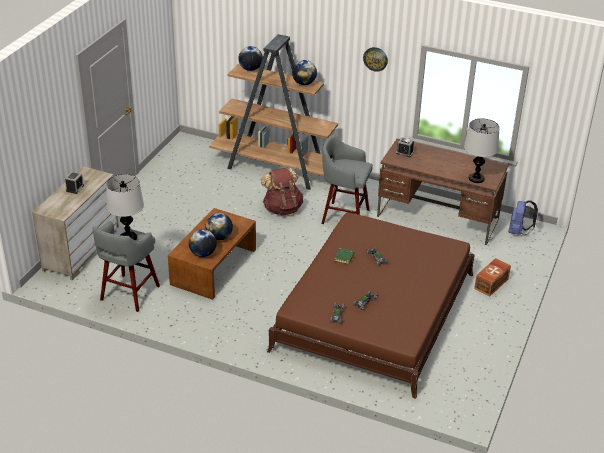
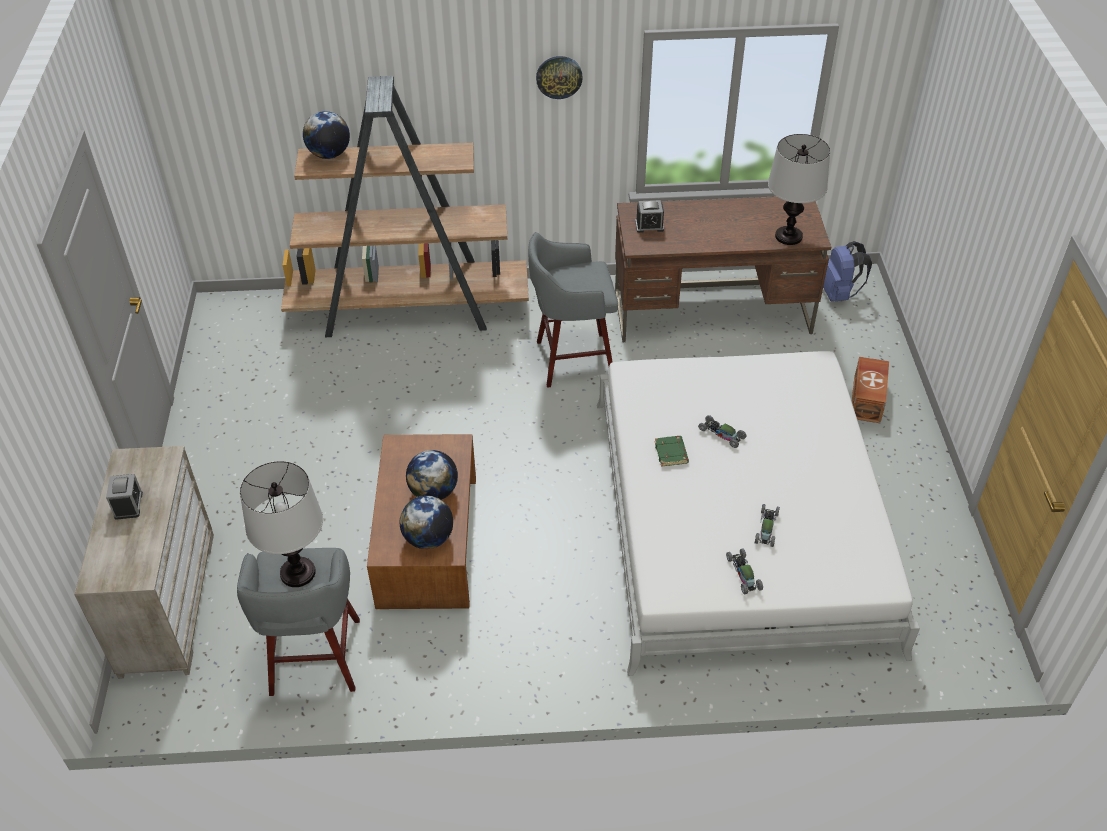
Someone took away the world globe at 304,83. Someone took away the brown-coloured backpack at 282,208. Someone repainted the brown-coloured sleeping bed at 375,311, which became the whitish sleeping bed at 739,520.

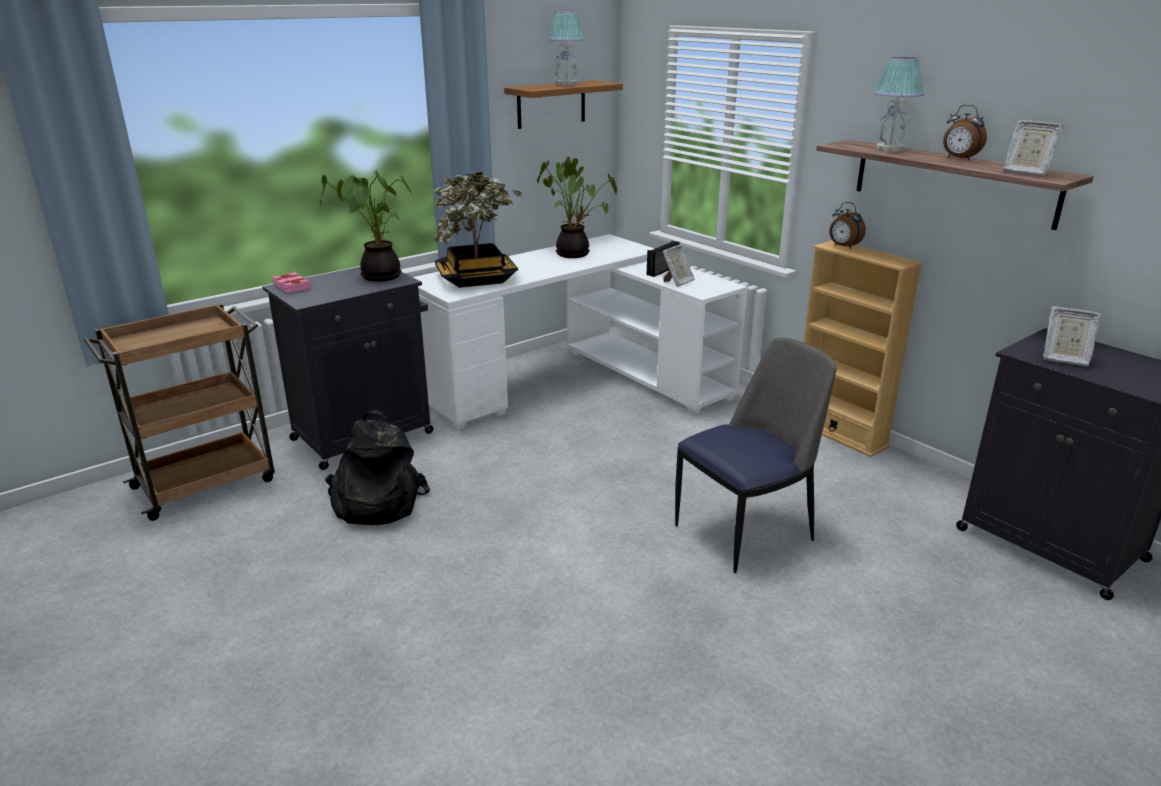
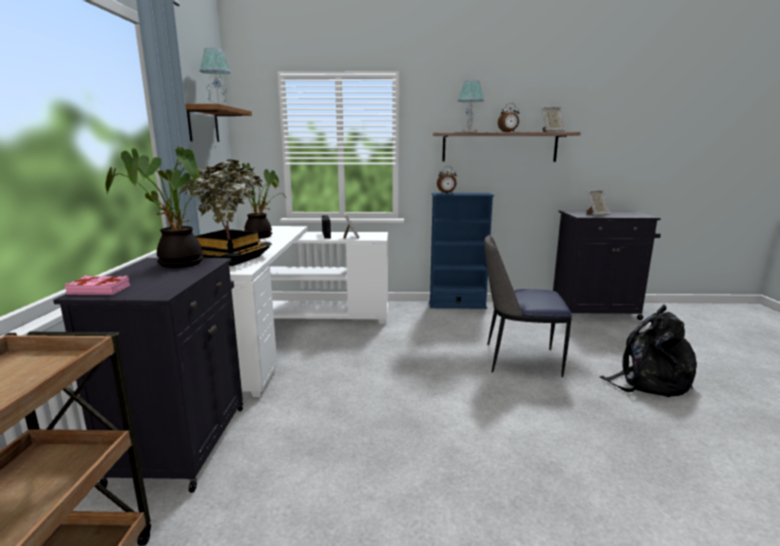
Someone repainted the beige-coloured shelving unit at 839,434, which became the bluish shelving unit at 457,305. Someone rotated the plain chair at 746,531 by 90 degrees counterclockwise. Someone carried the blackish backpack from 375,503 to 648,381.

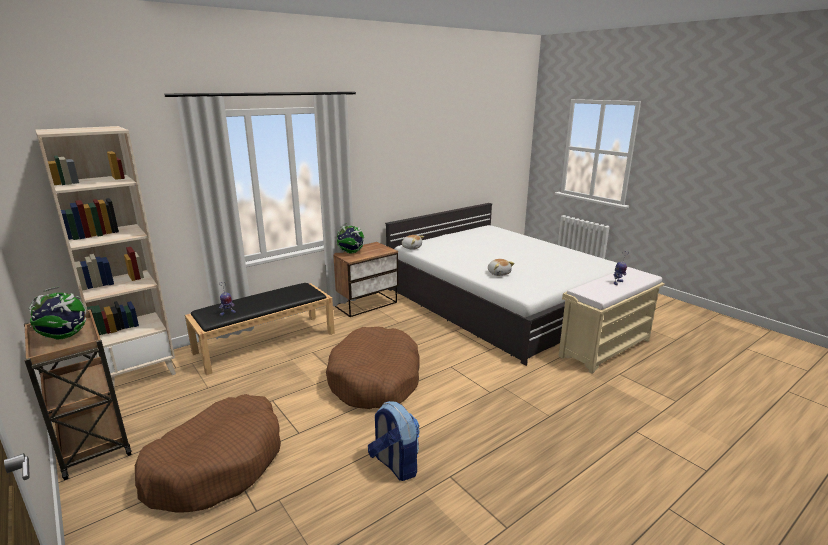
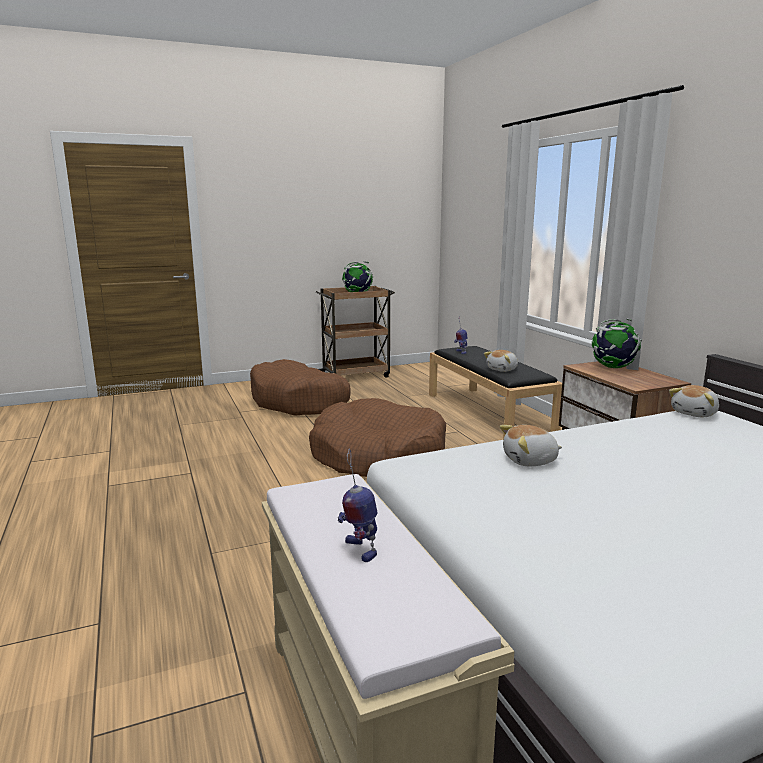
Someone took away the beige-coloured shelving unit at 139,372. Someone took away the backpack at 395,465. Someone put down the soft toy at 503,369.

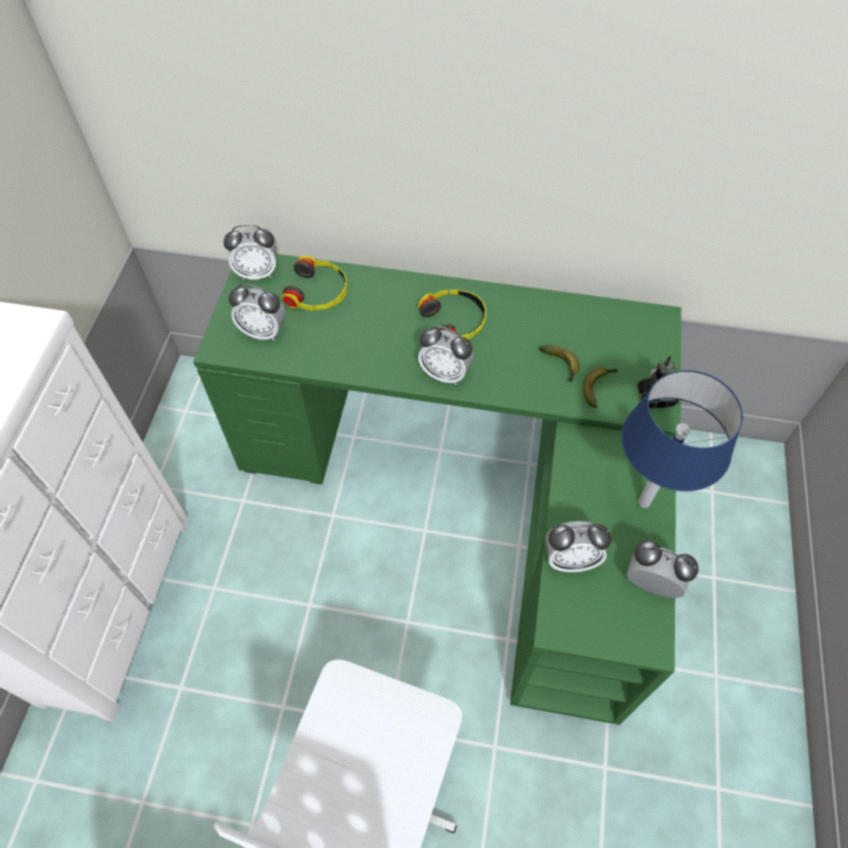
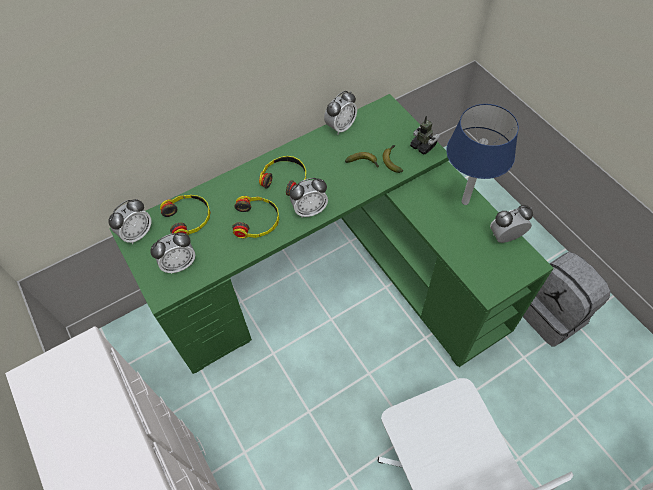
Someone carried the table clock from 570,559 to 340,127. Someone put down the headphones at 257,221. Someone put down the grey backpack at 552,314.

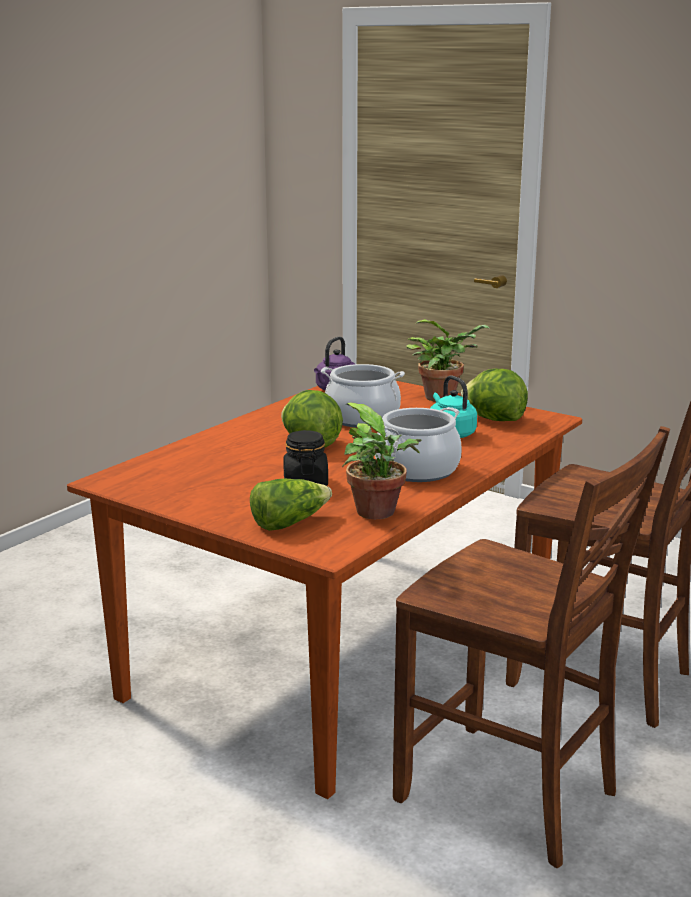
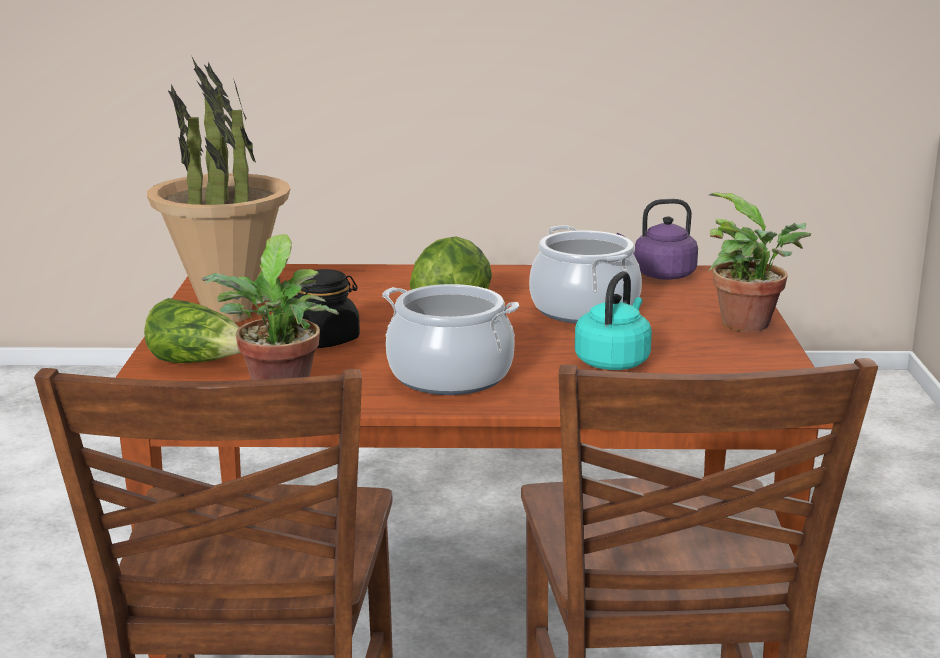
Someone took away the head of lettuce at 494,419. Someone put down the houseplant at 228,316.

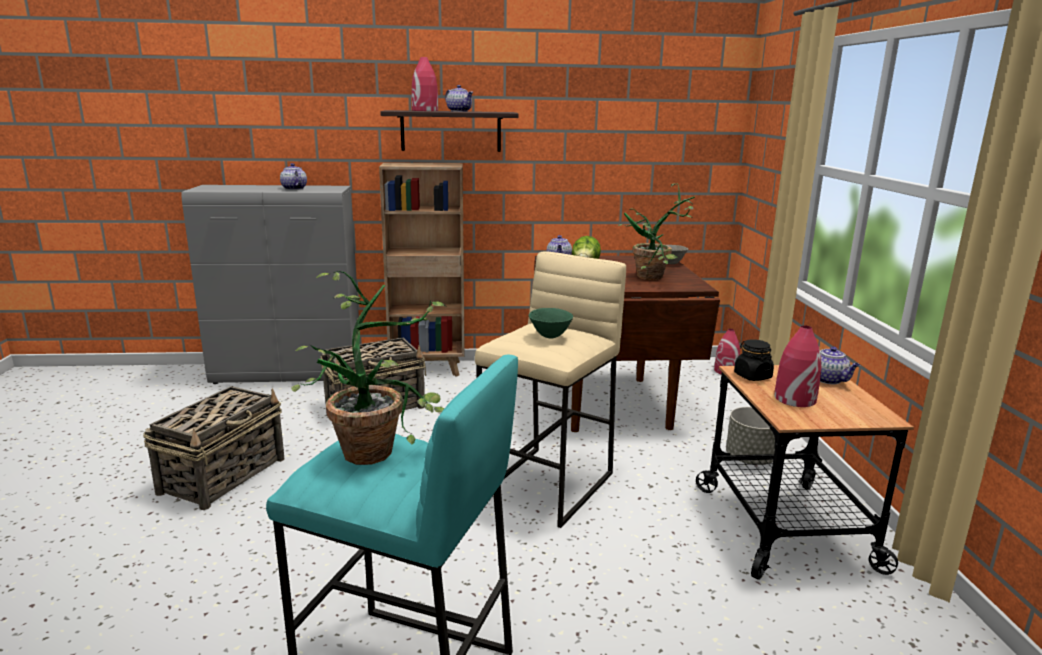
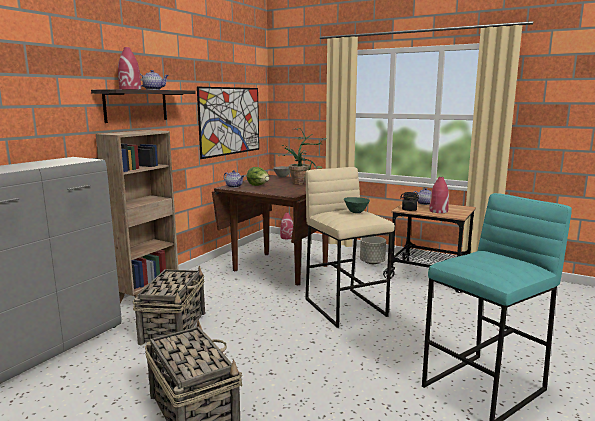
Someone took away the tea pot at 293,188. Someone took away the houseplant at 378,447. Someone put up the wall art at 230,121.

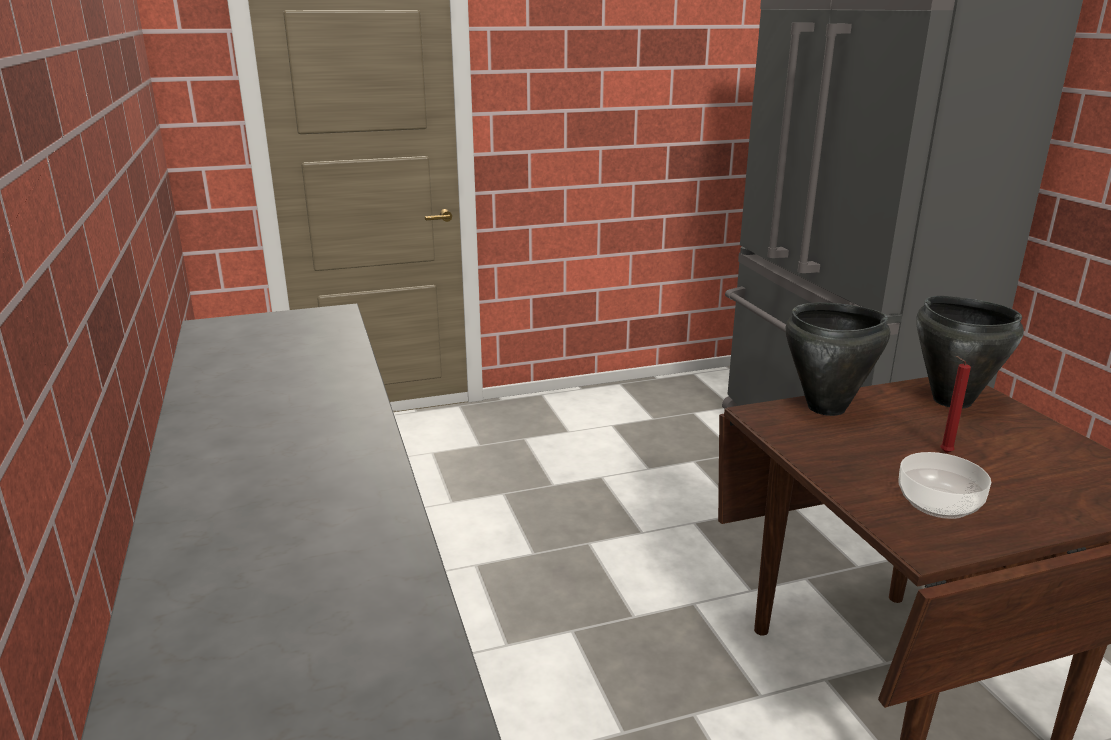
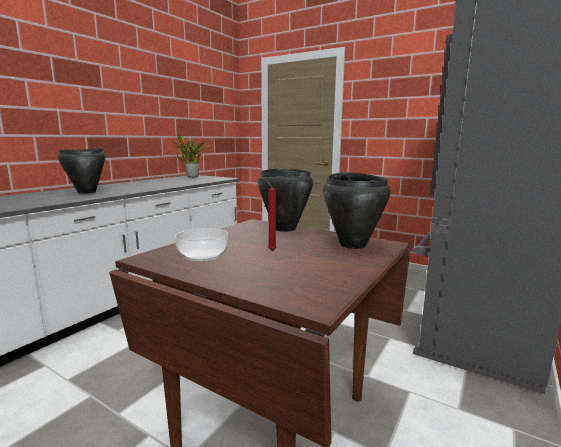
Someone put down the houseplant at 191,177. Someone put down the blackish saucepot at 87,192.

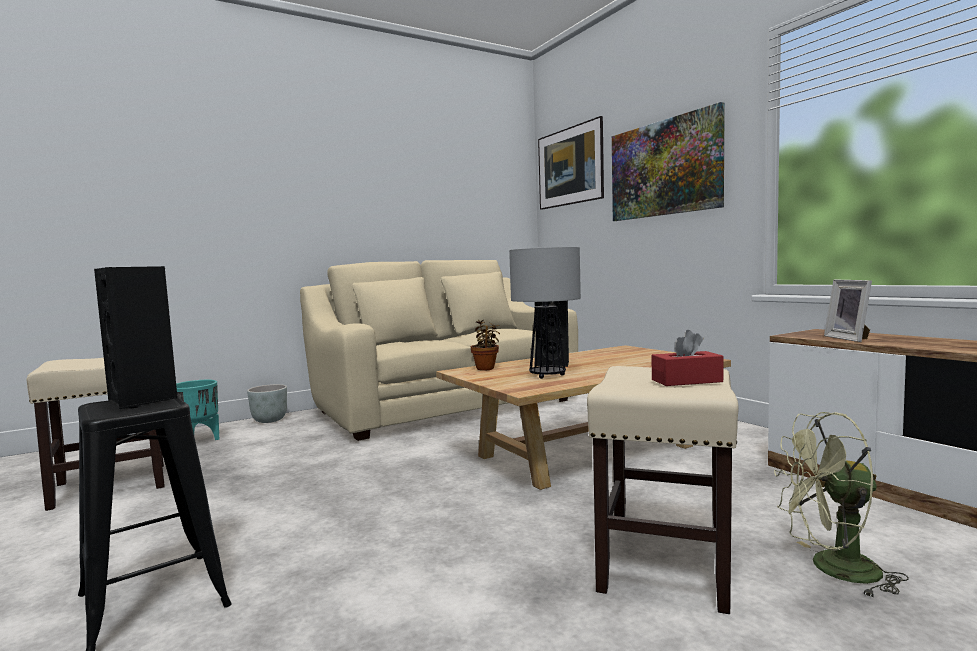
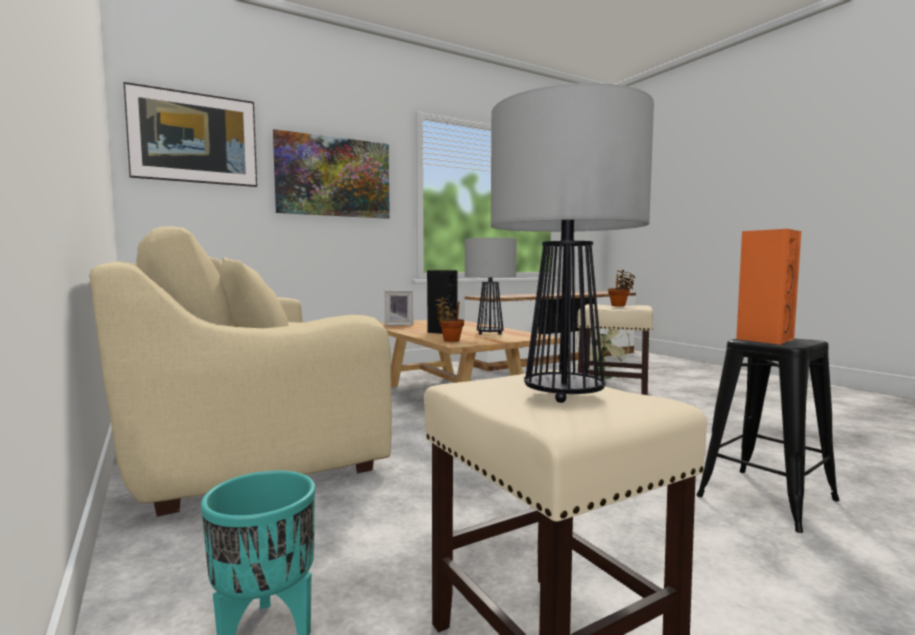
Someone repainted the blackish speaker at 143,400, which became the orange speaker at 764,340. Someone carried the standing frame from 850,338 to 399,324. Someone swapped the reddish tissue box at 686,381 for the houseplant at 619,306. Someone took away the grey plant pot at 270,420. Someone put down the table lamp at 562,394.

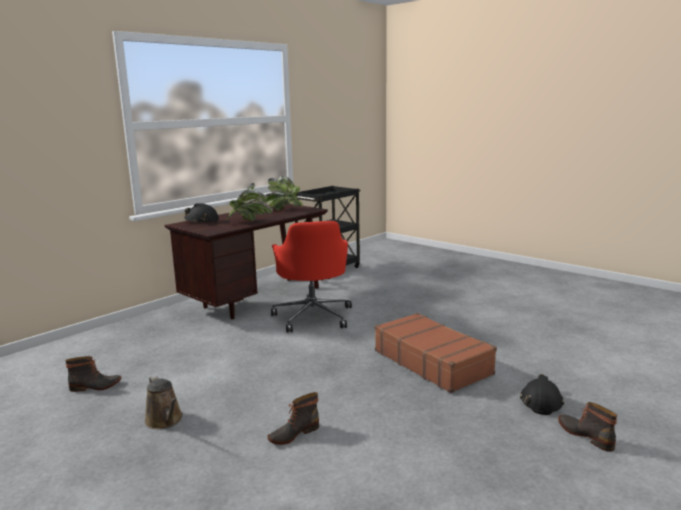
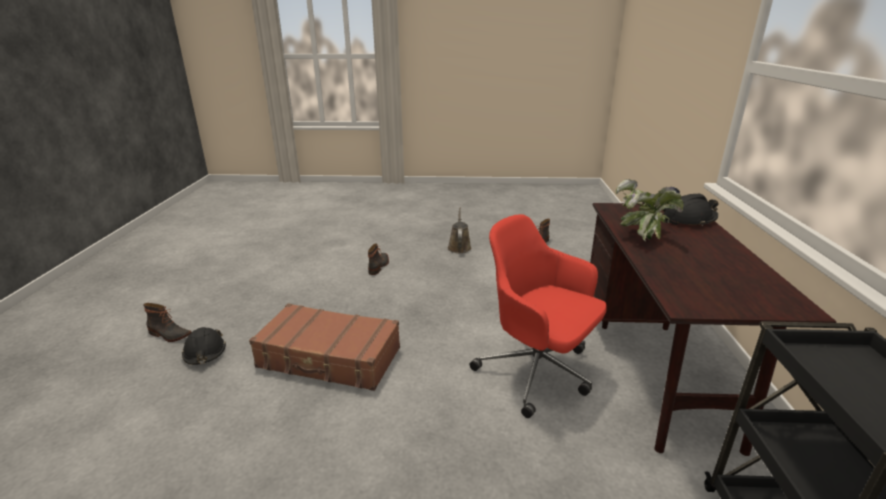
Someone took away the houseplant at 282,209. Someone rotated the brown-coloured watering pot at 165,421 by 75 degrees clockwise.

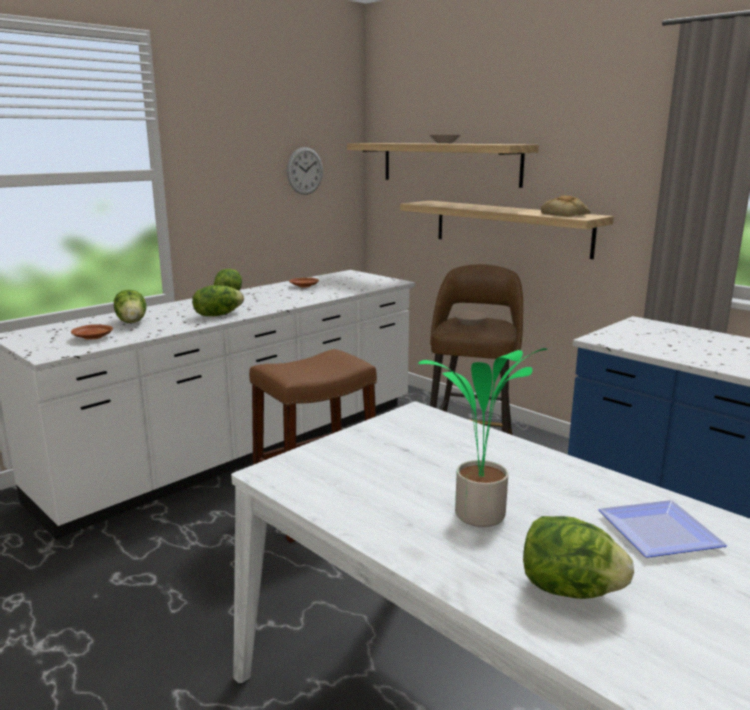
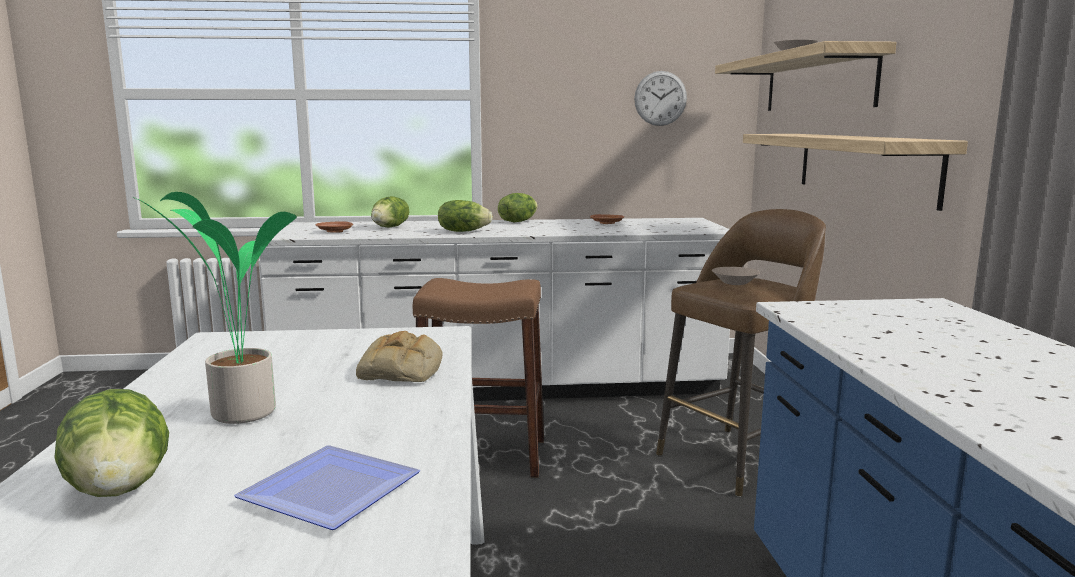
Someone carried the bread from 566,214 to 402,371.

